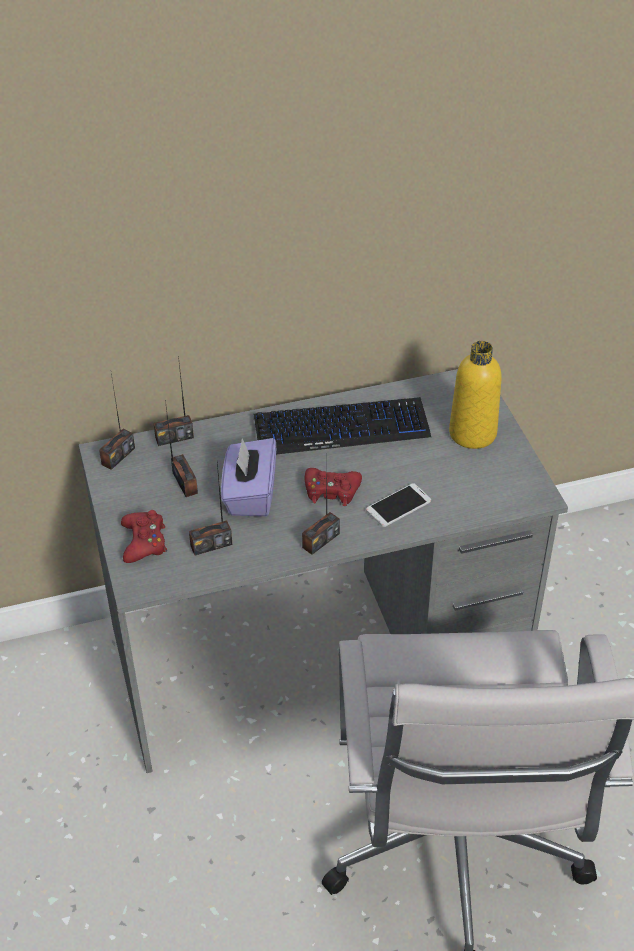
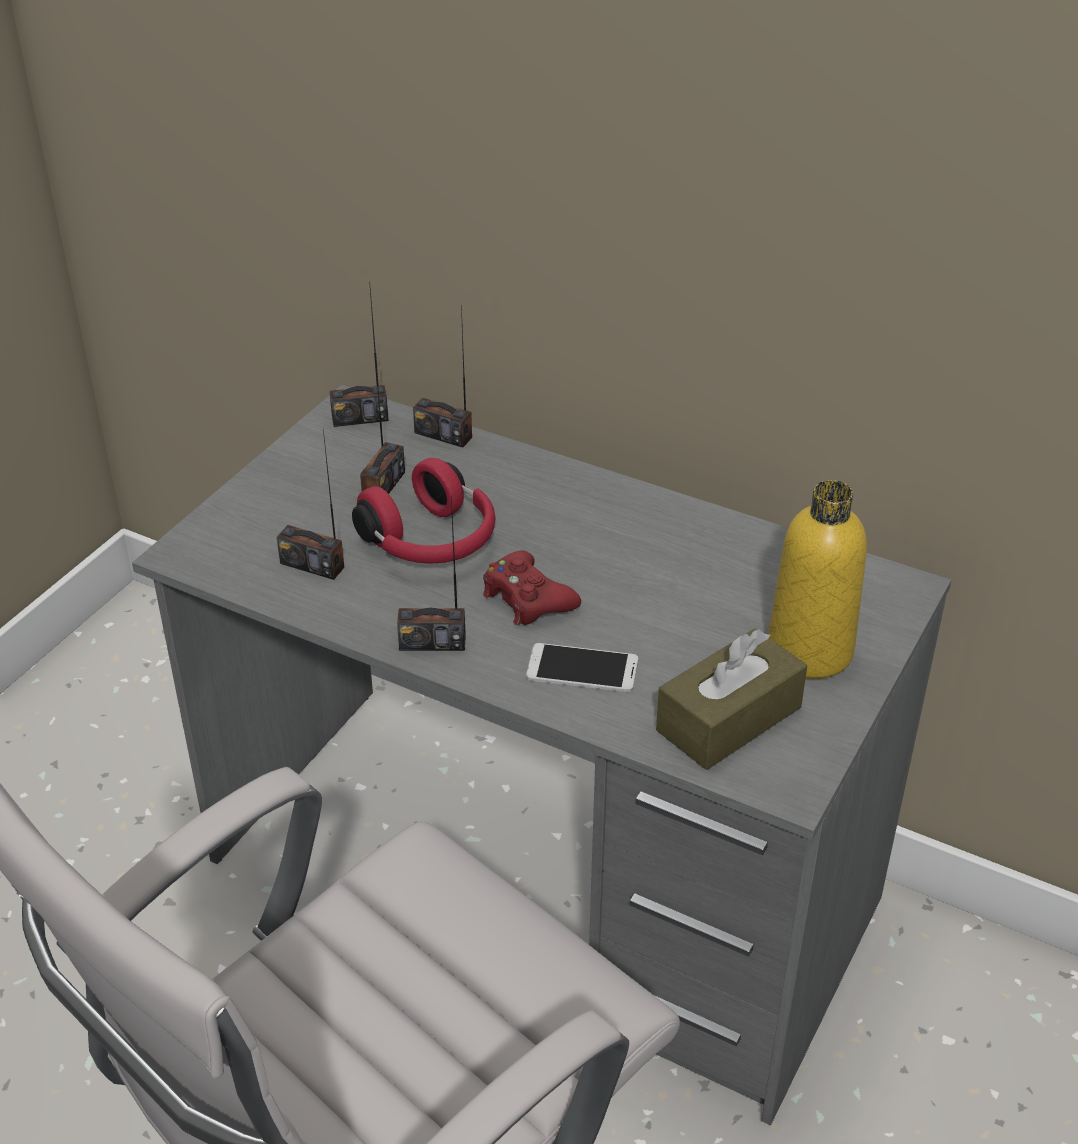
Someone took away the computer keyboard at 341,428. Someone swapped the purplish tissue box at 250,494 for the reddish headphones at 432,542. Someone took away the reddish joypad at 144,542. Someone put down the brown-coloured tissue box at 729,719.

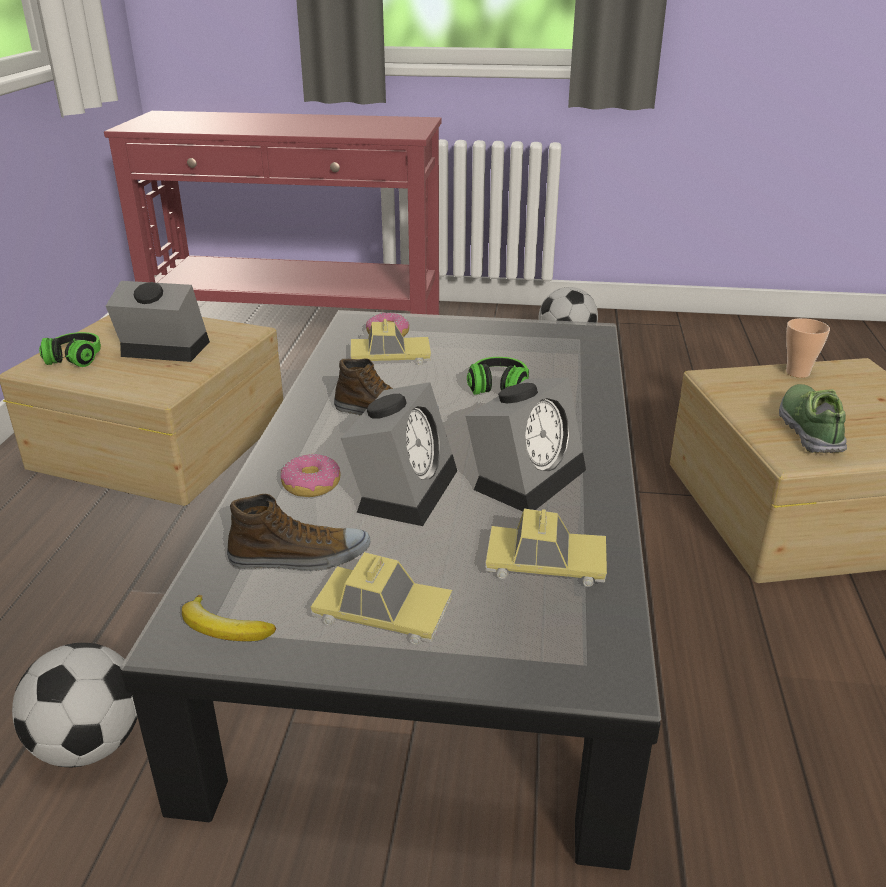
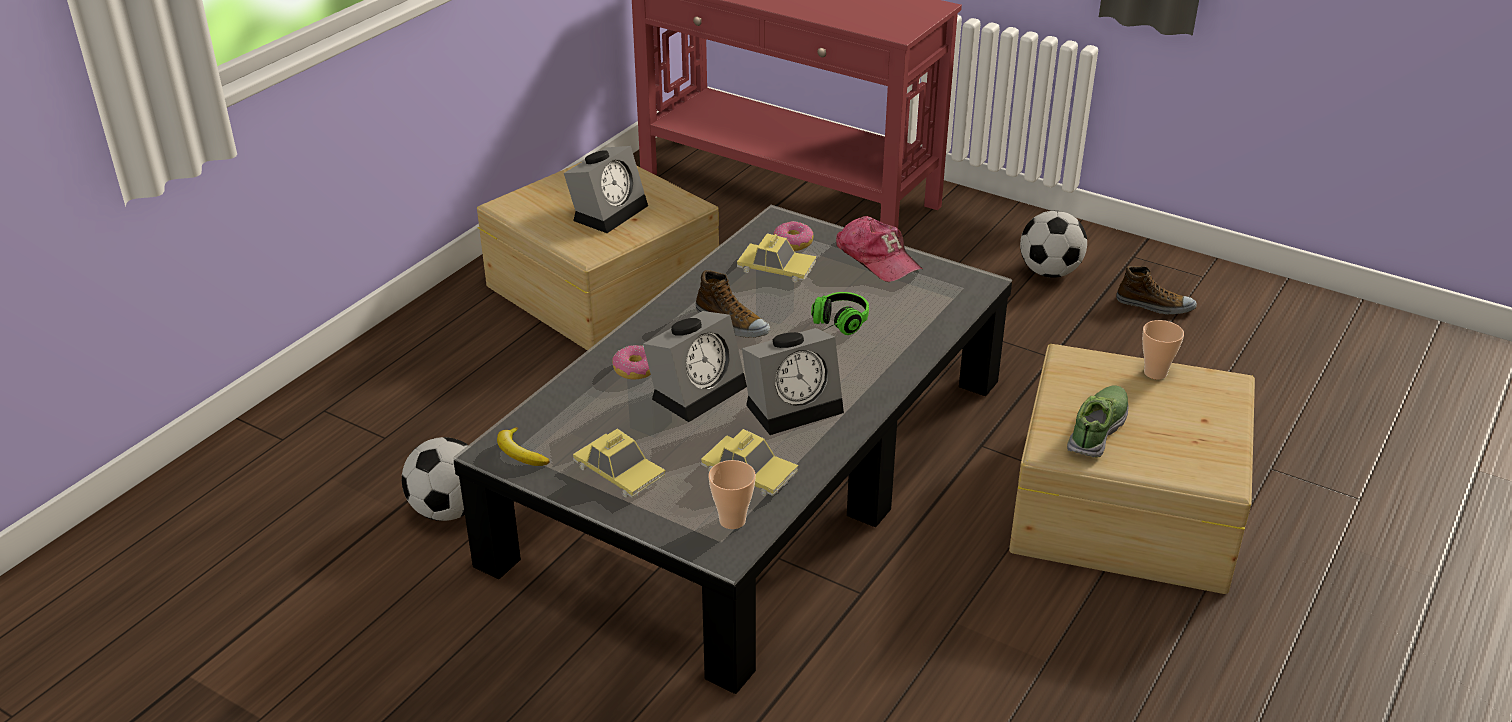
Someone rotated the table clock at 161,351 by 90 degrees clockwise. Someone took away the headphones at 70,362. Someone carried the shoe from 300,557 to 1155,305. Someone put down the peaked cap at 877,259. Someone put down the drinking cup at 732,520.

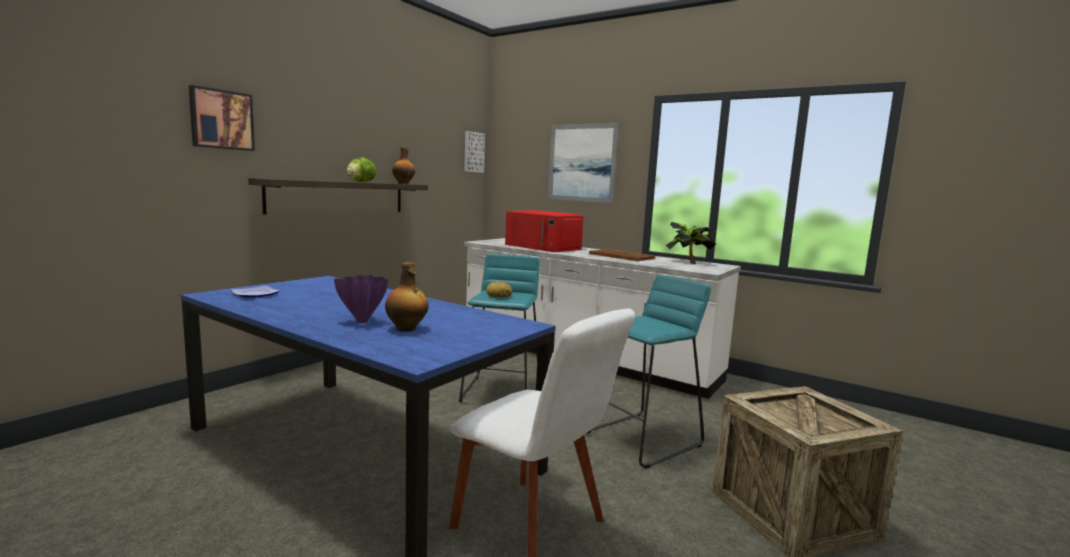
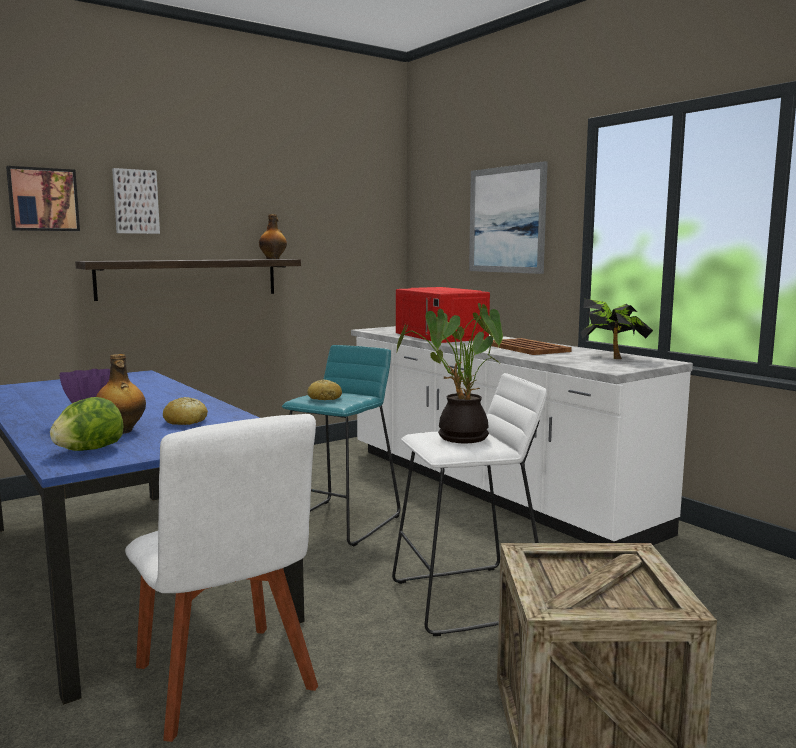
Someone carried the wall art from 473,152 to 135,201. Someone carried the head of lettuce from 360,182 to 89,450. Someone repainted the blue-green stool seat at 643,439, which became the whitish stool seat at 468,599. Someone took away the dinner plate at 254,295. Someone put down the houseplant at 458,438. Someone put down the bread at 185,421.

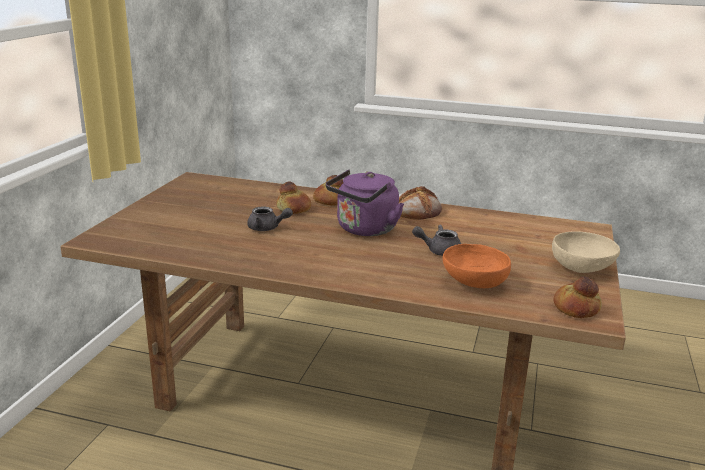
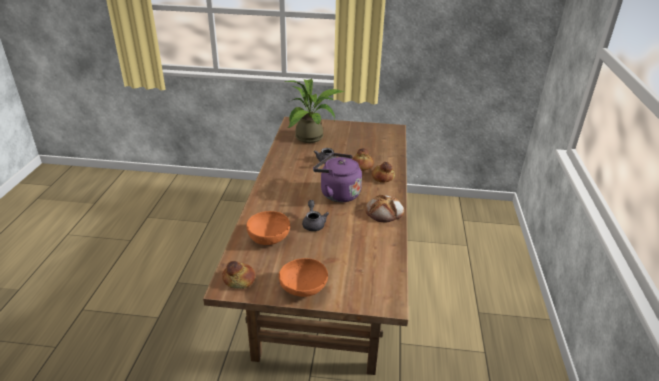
Someone repainted the beige-coloured bowl at 582,268, which became the orange bowl at 303,289. Someone put down the houseplant at 313,137.

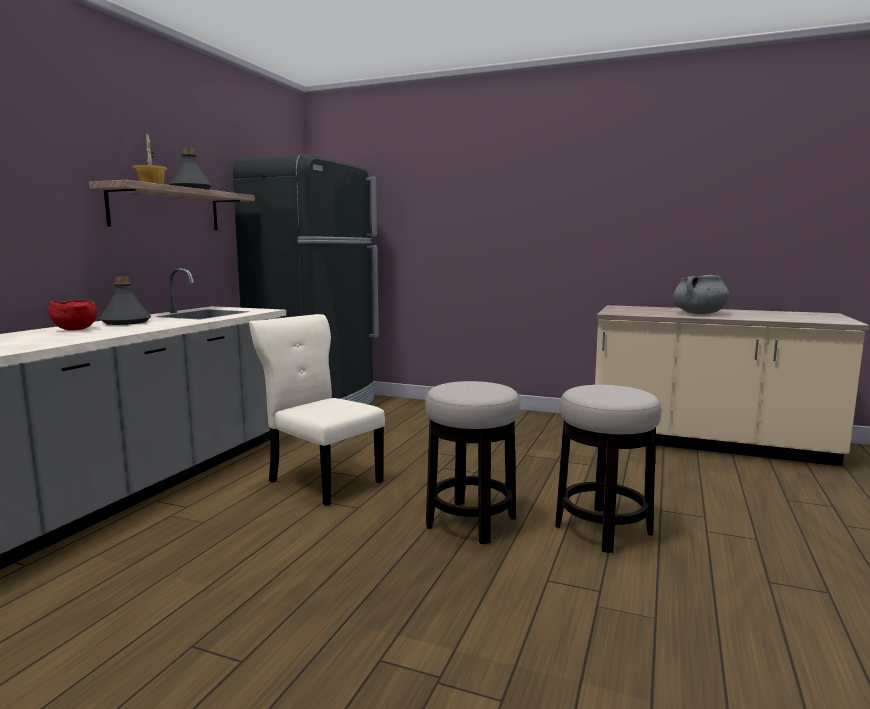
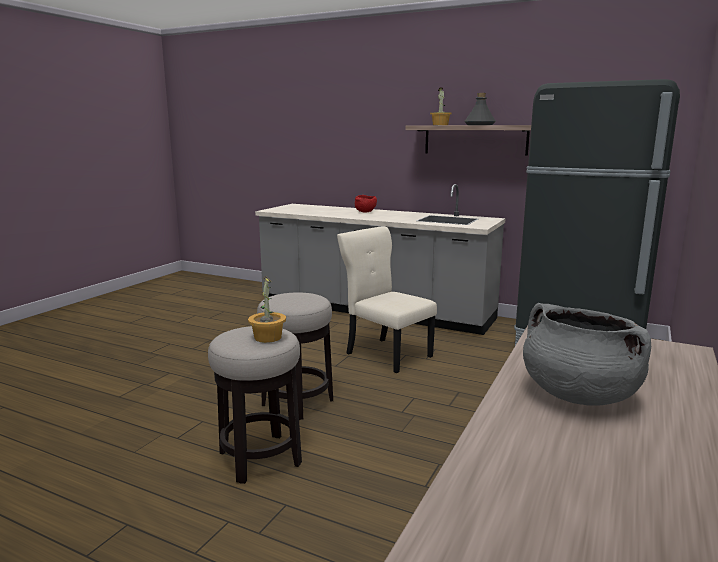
Someone took away the grey bottle at 125,322. Someone rotated the beige-coloured plain chair at 322,480 by 90 degrees counterclockwise. Someone put down the houseplant at 267,337.

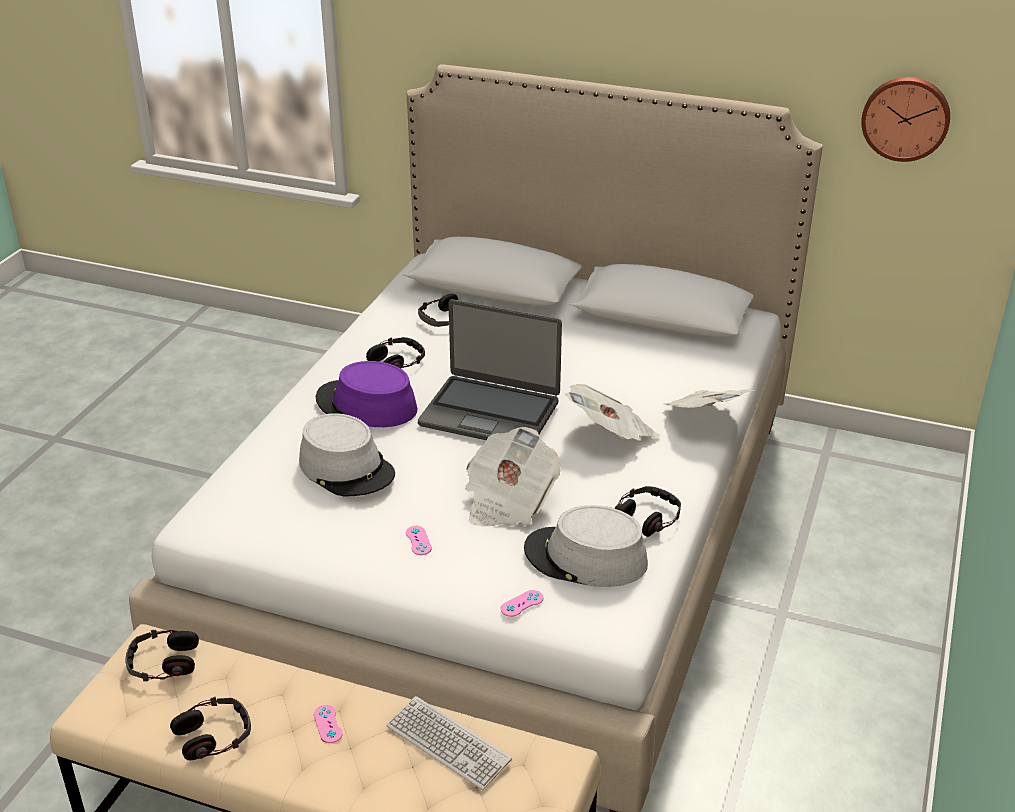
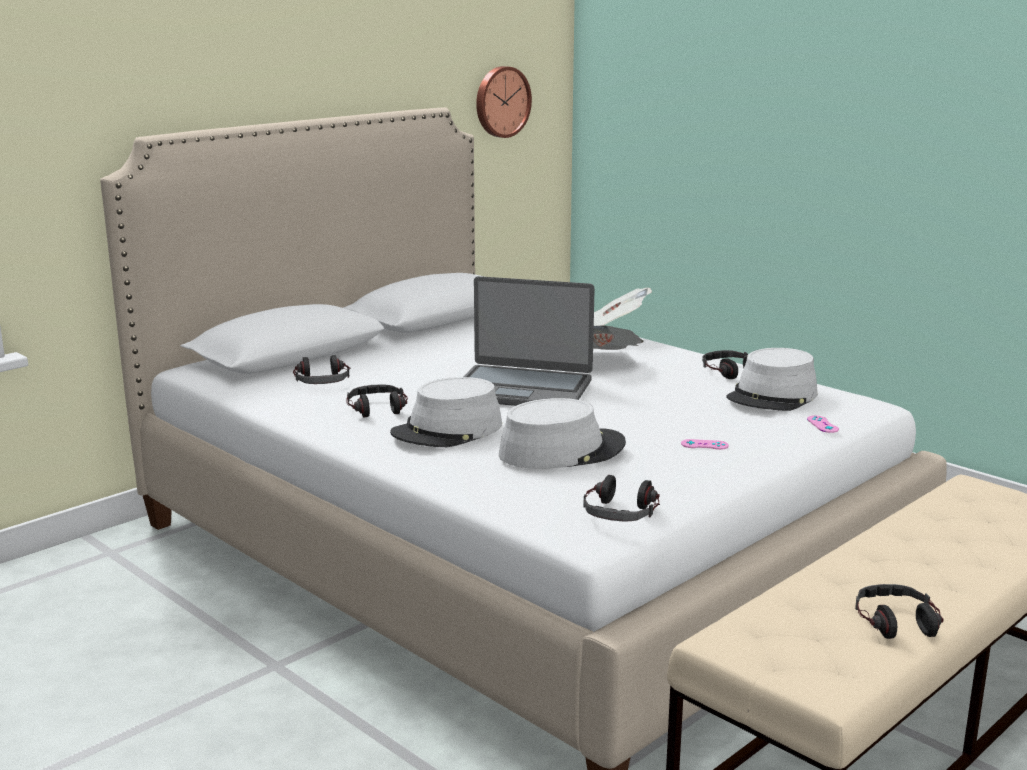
Someone rotated the notebook computer at 490,413 by 60 degrees clockwise. Someone repainted the purplish wearable hat at 366,405, which became the grey wearable hat at 447,430. Someone took away the newspaper at 508,500. Someone carried the headphones from 163,663 to 621,512. Someone took away the computer keyboard at 448,744. Someone took away the pink joypad at 328,724.

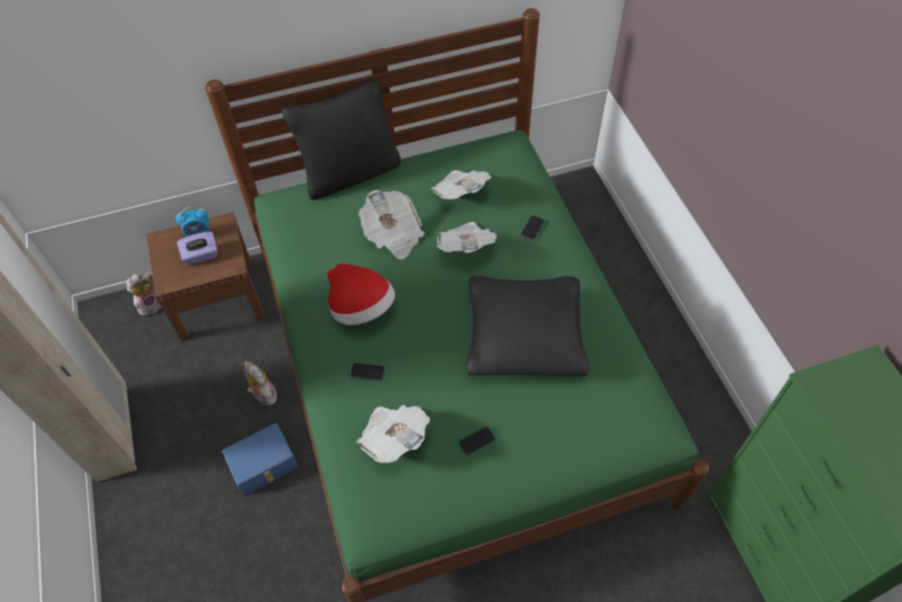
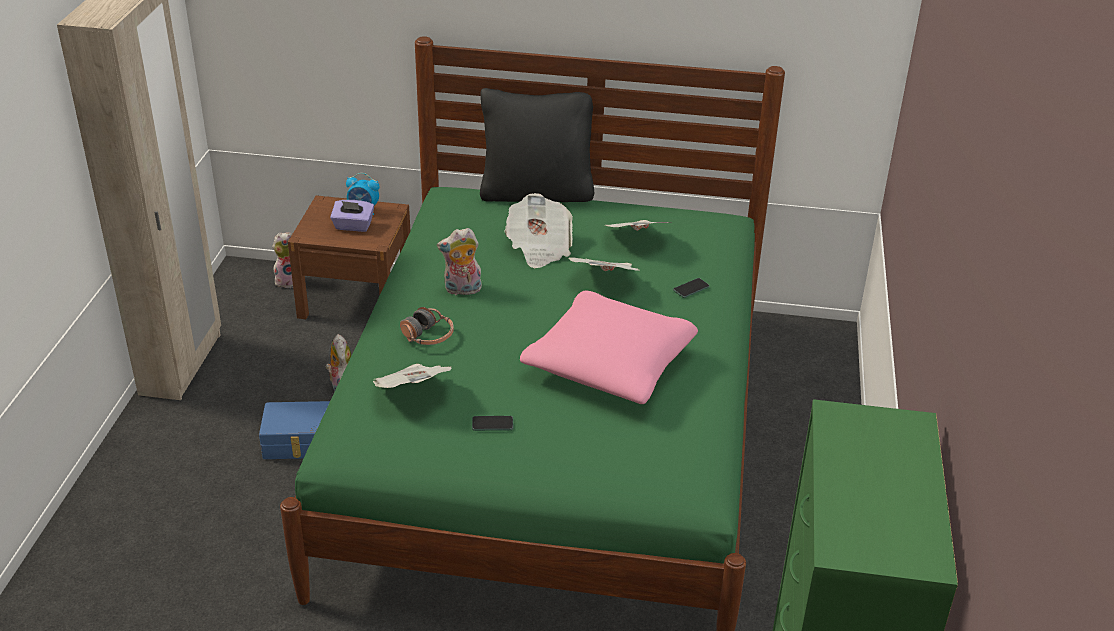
Someone swapped the wearable hat at 362,308 for the soft toy at 462,290. Someone repainted the blackish throw pillow at 524,336, which became the pink throw pillow at 610,365. Someone swapped the telephone at 367,372 for the headphones at 428,336.

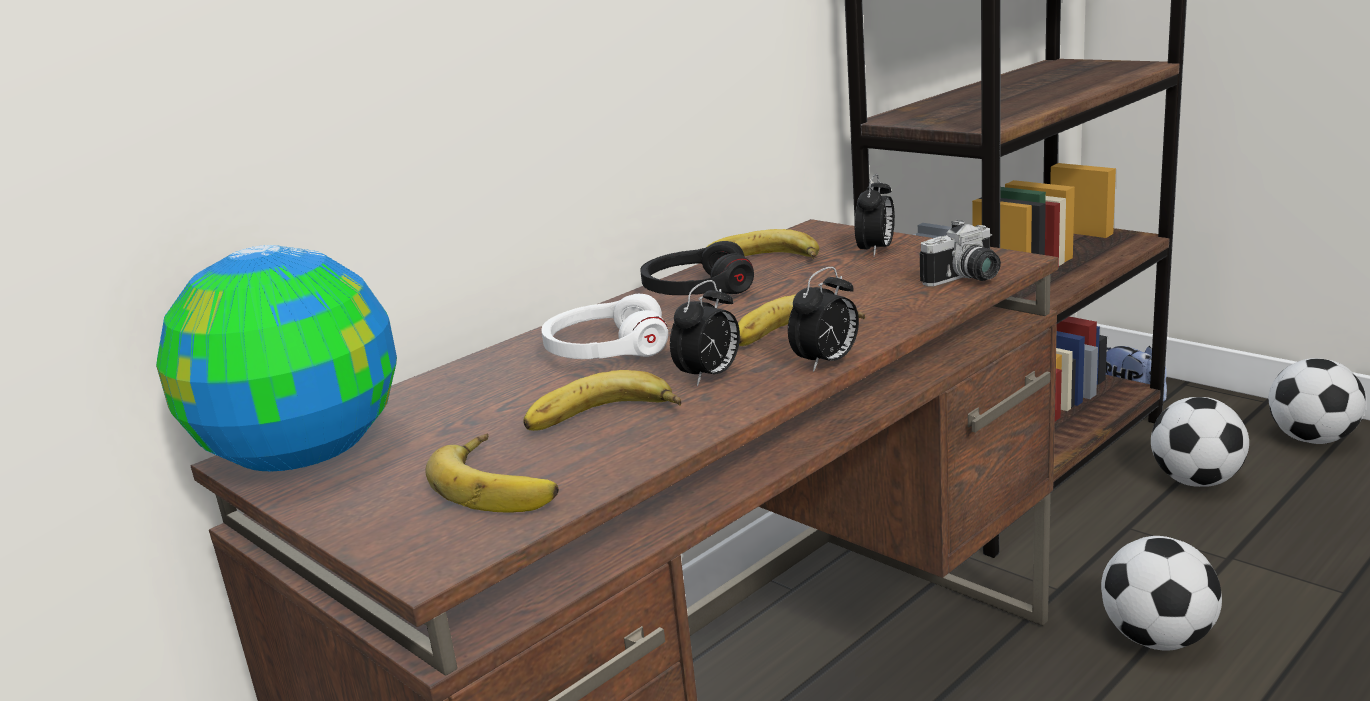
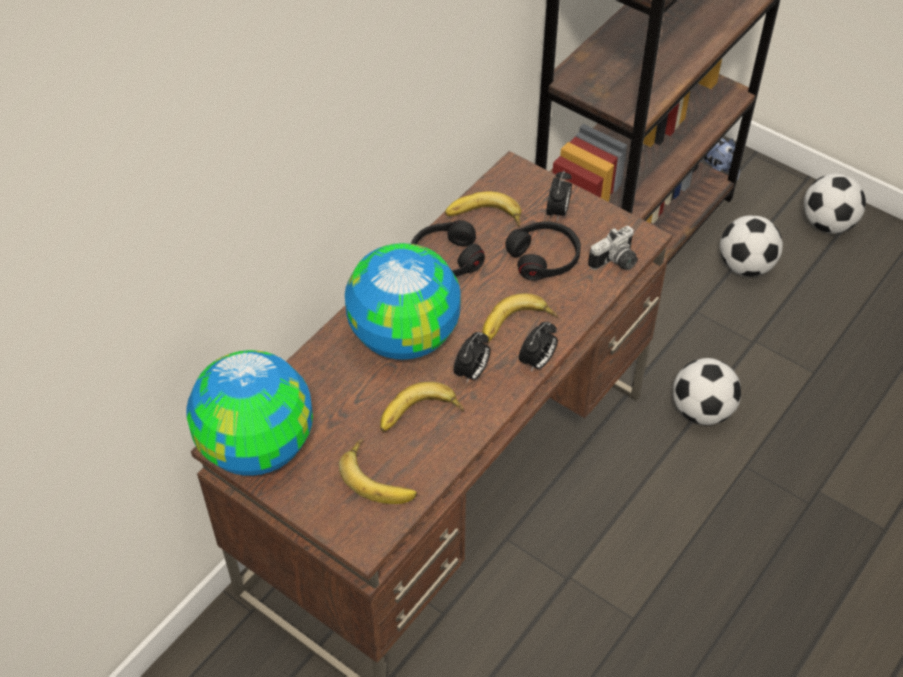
Someone swapped the whitish headphones at 606,350 for the world globe at 403,336. Someone put down the blackish headphones at 544,257.

